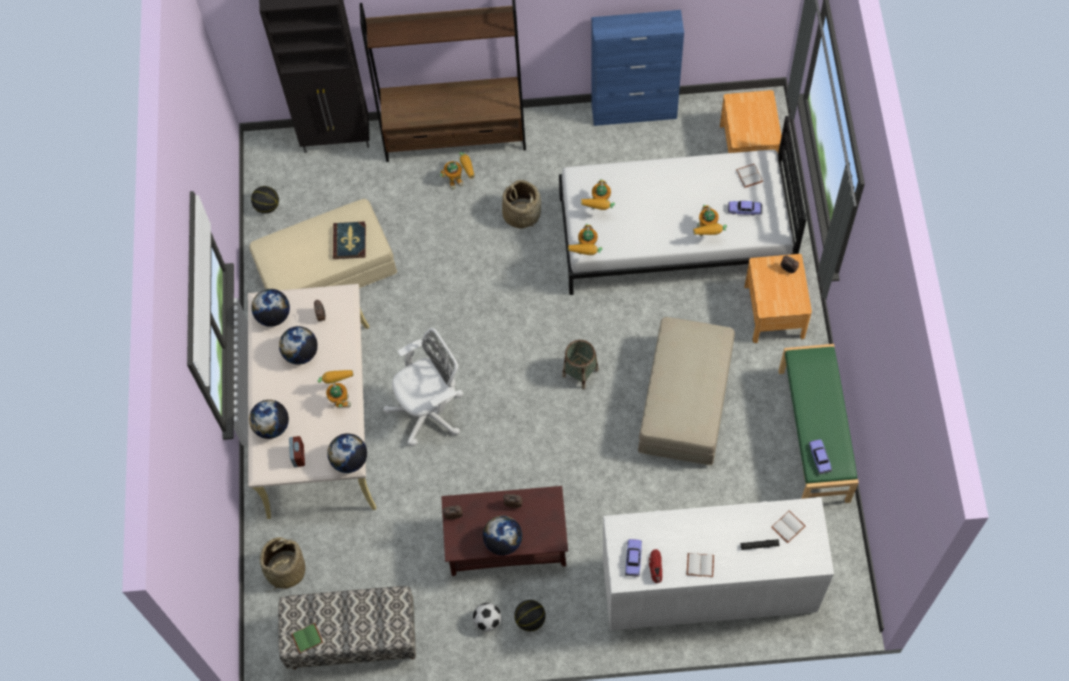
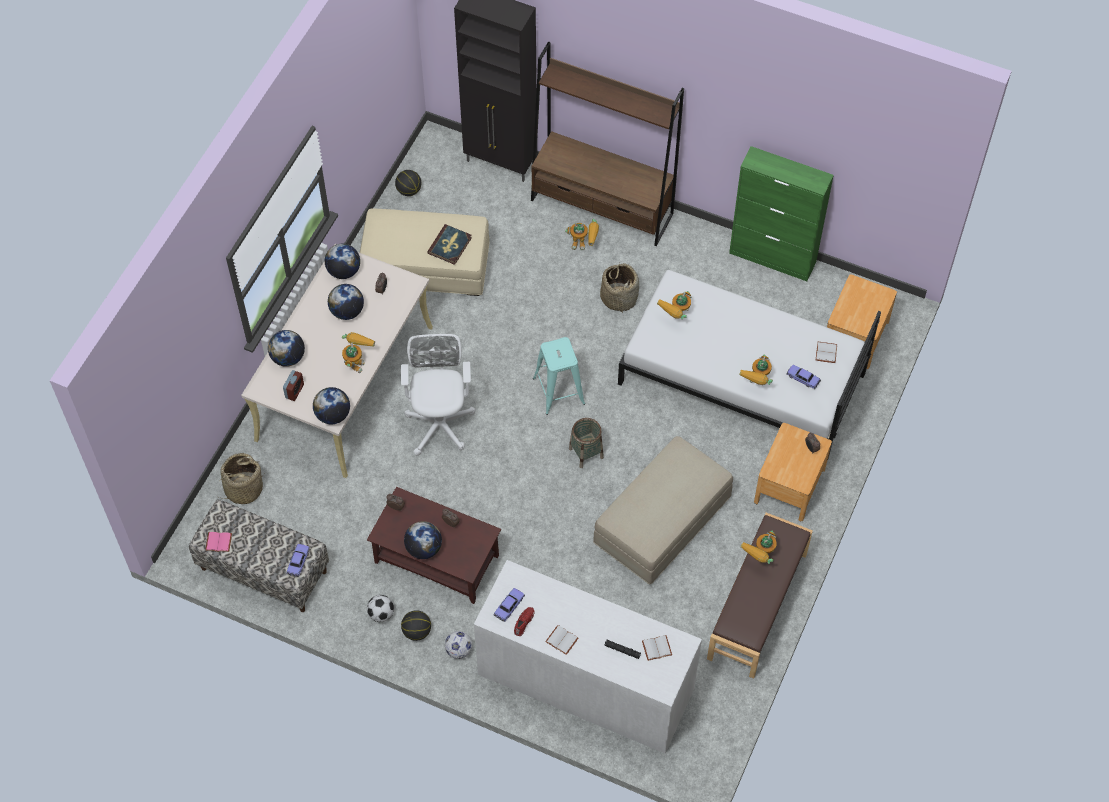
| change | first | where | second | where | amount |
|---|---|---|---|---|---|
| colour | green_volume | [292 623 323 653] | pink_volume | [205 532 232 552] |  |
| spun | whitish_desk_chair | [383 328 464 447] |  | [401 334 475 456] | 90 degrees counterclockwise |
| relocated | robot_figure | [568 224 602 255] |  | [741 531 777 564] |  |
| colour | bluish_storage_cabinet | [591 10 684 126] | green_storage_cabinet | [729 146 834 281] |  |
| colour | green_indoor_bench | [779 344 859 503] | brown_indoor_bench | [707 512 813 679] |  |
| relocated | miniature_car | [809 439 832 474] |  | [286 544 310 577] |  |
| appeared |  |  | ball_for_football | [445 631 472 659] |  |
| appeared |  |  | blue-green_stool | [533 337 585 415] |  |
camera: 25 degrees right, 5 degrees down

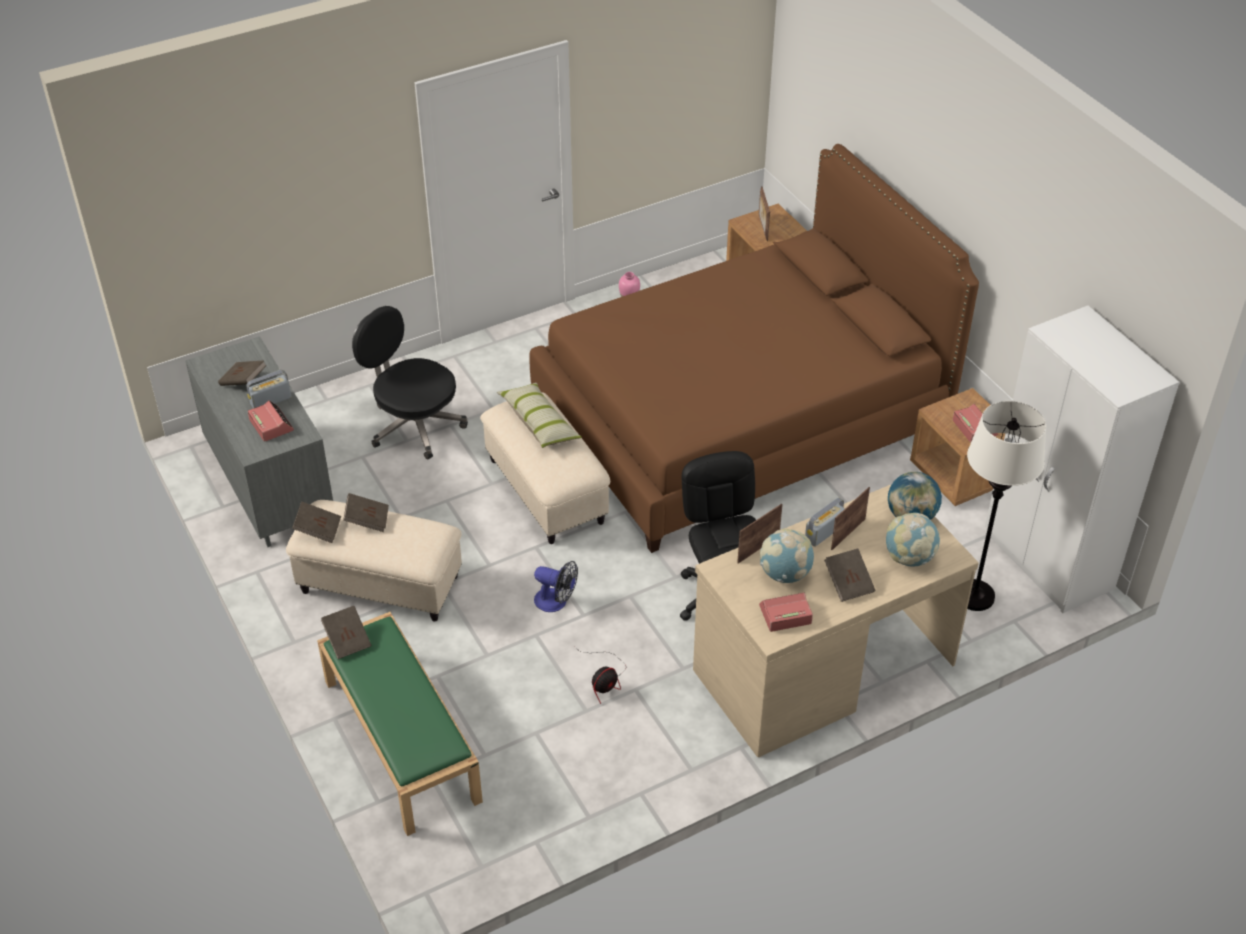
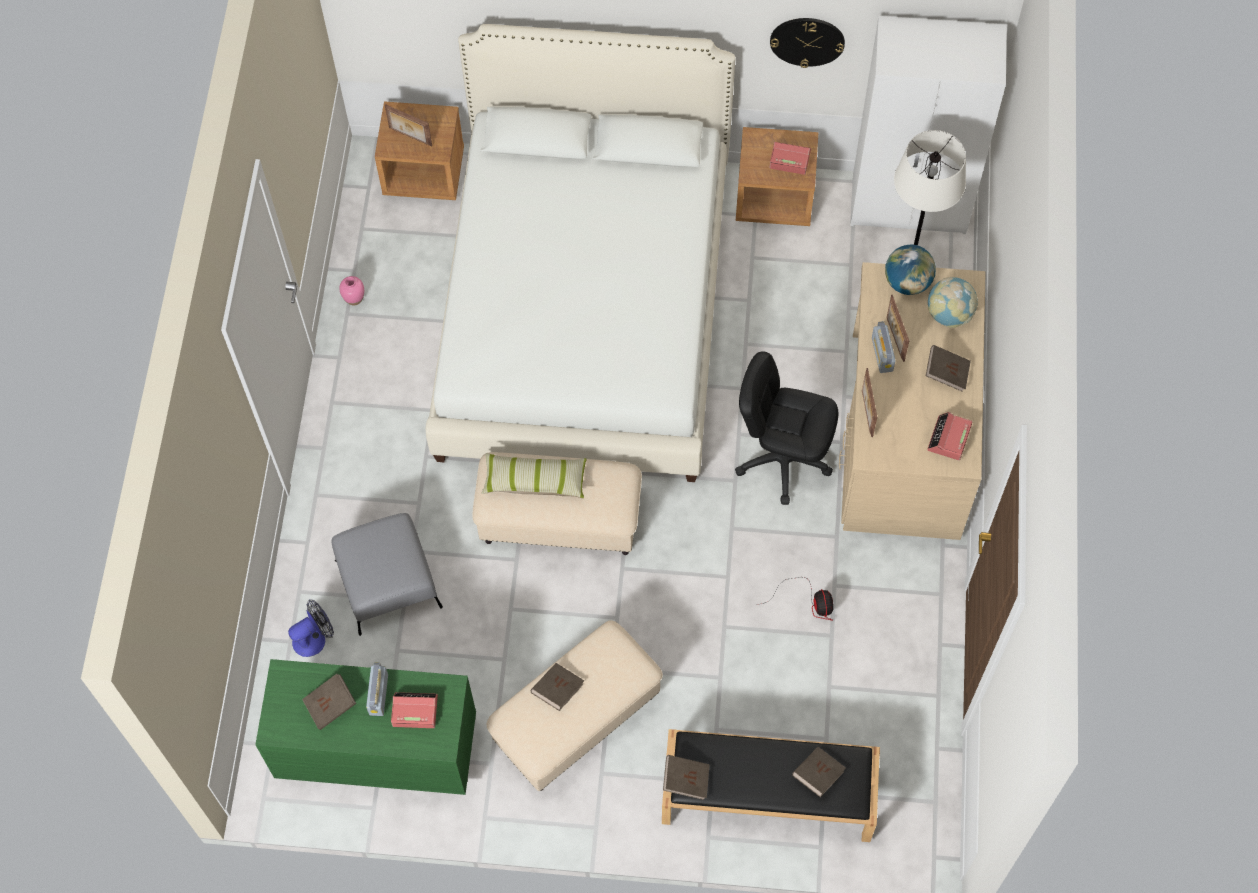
| change | first | where | second | where | amount |
|---|---|---|---|---|---|
| colour | greyish_chest_of_drawers | [185 336 333 547] | green_chest_of_drawers | [255 659 476 795] |  |
| relocated | brown_volume | [292 502 341 543] |  | [792 747 846 797] |  |
| colour | green_indoor_bench | [317 612 483 836] | blackish_indoor_bench | [662 729 880 842] |  |
| exchanged | blackish_desk_chair | [352 306 468 460] | greyish_footrest | [332 513 443 636] |  |
| colour | brown_bedroom_bed | [529 144 979 553] | whitish_bedroom_bed | [425 24 735 482] |  |
| relocated | electric_fan | [534 561 578 612] |  | [288 599 334 657] |  |
| missing | globe | [760 529 814 583] |  |  |  |
| appeared |  |  | hanging_clock | [770 18 845 68] |  |
camera: 55 degrees left, 20 degrees up

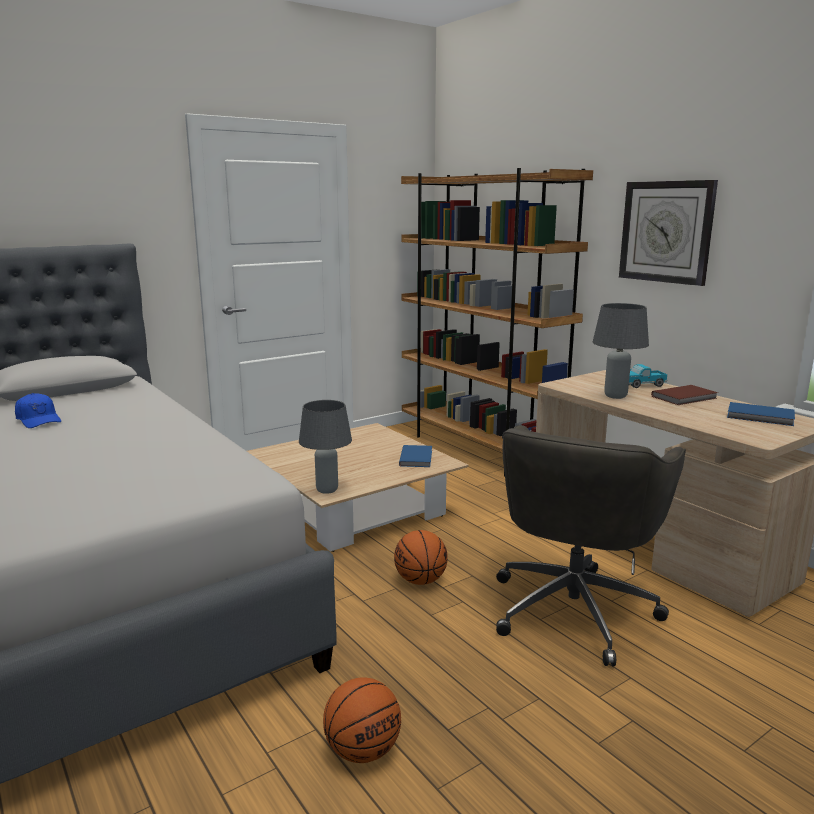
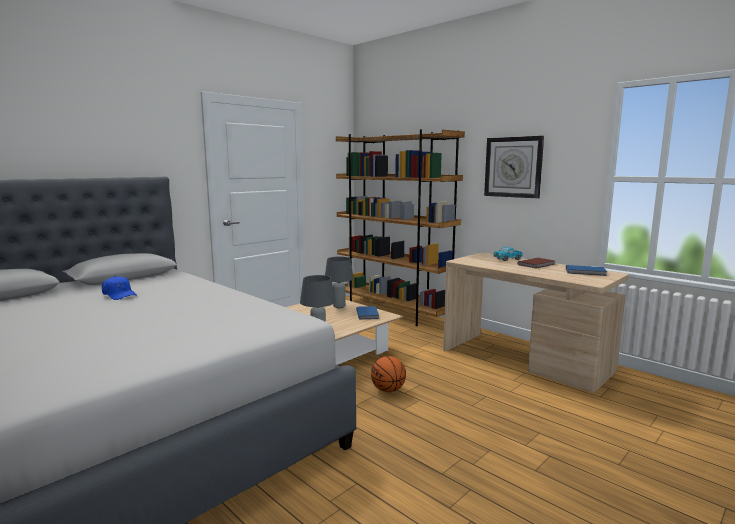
| change | first | where | second | where | amount |
|---|---|---|---|---|---|
| missing | ball_for_basketball | [323 677 401 763] |  |  |  |
| missing | greyish_desk_chair | [496 425 686 667] |  |  |  |
| relocated | greyish_lamp_for_a_table | [593 303 649 399] |  | [325 257 354 308] |  |
camera: 10 degrees left, 5 degrees down

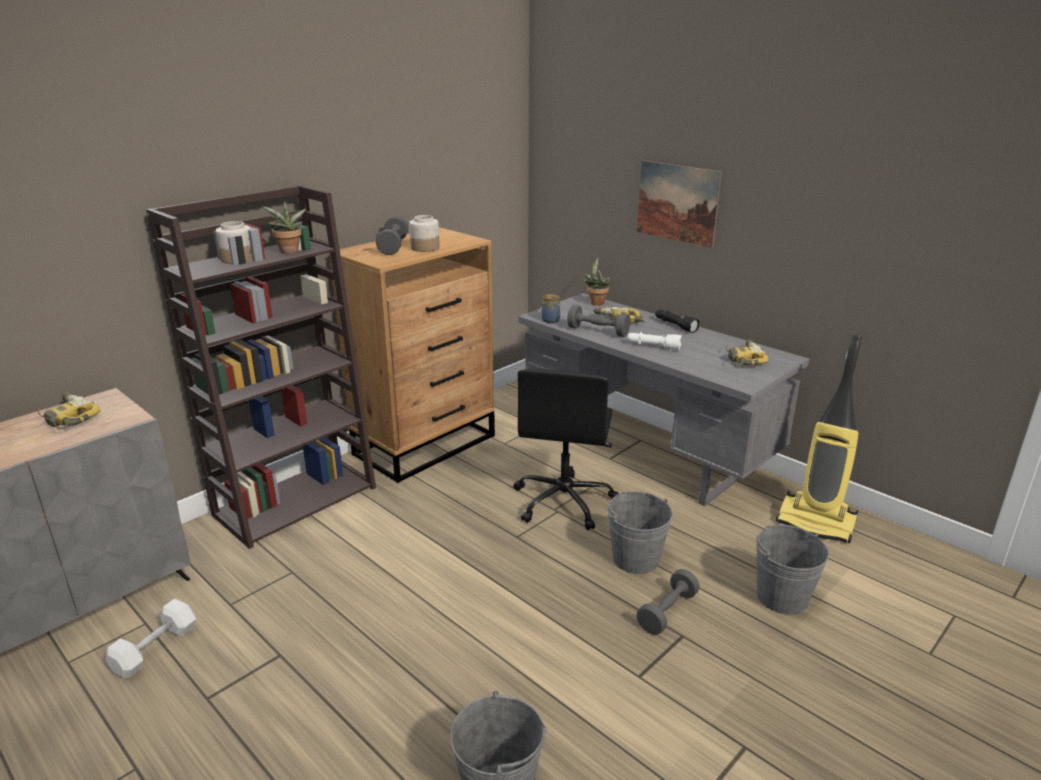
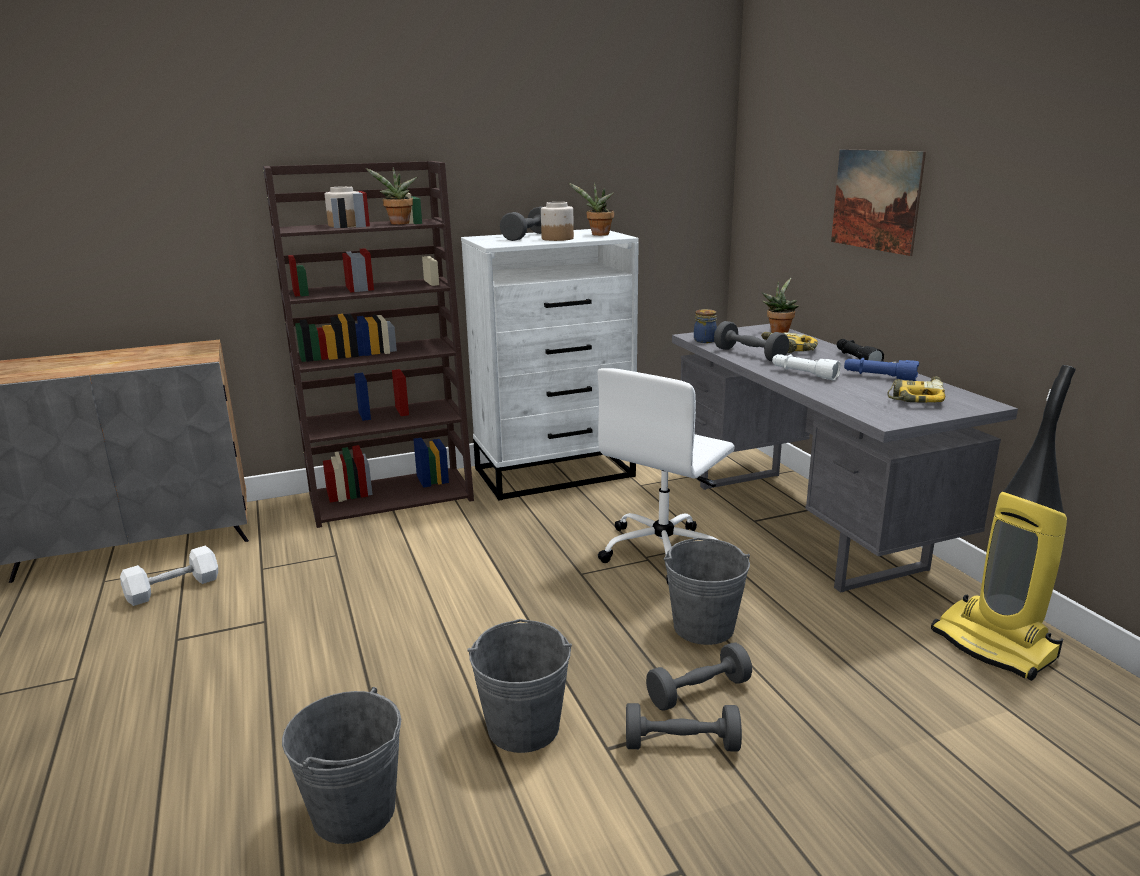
| change | first | where | second | where | amount |
|---|---|---|---|---|---|
| missing | electric_drill | [38 393 100 430] |  |  |  |
| colour | brown_chest_of_drawers | [329 227 495 483] | whitish_chest_of_drawers | [461 229 639 501] |  |
| colour | blackish_desk_chair | [513 369 620 530] | whitish_desk_chair | [597 368 735 584] |  |
| relocated | greyish_water_bucket | [756 525 829 615] |  | [467 619 572 753] |  |
| appeared |  |  | houseplant | [569 182 614 236] |  |
| appeared |  |  | greyish_dumbbell | [626 703 742 752] |  |
| appeared |  |  | bluish_torch | [844 358 919 381] |  |
camera: 25 degrees right, 5 degrees down

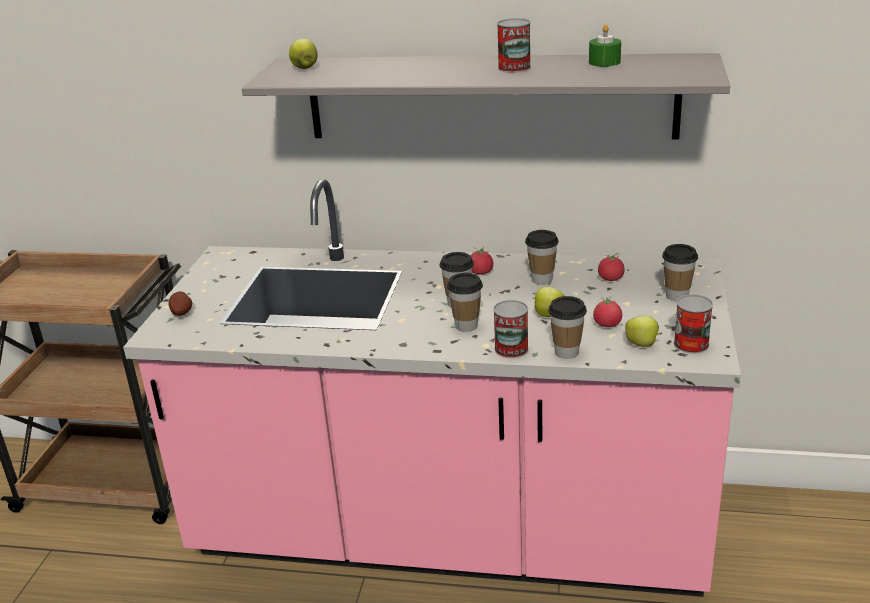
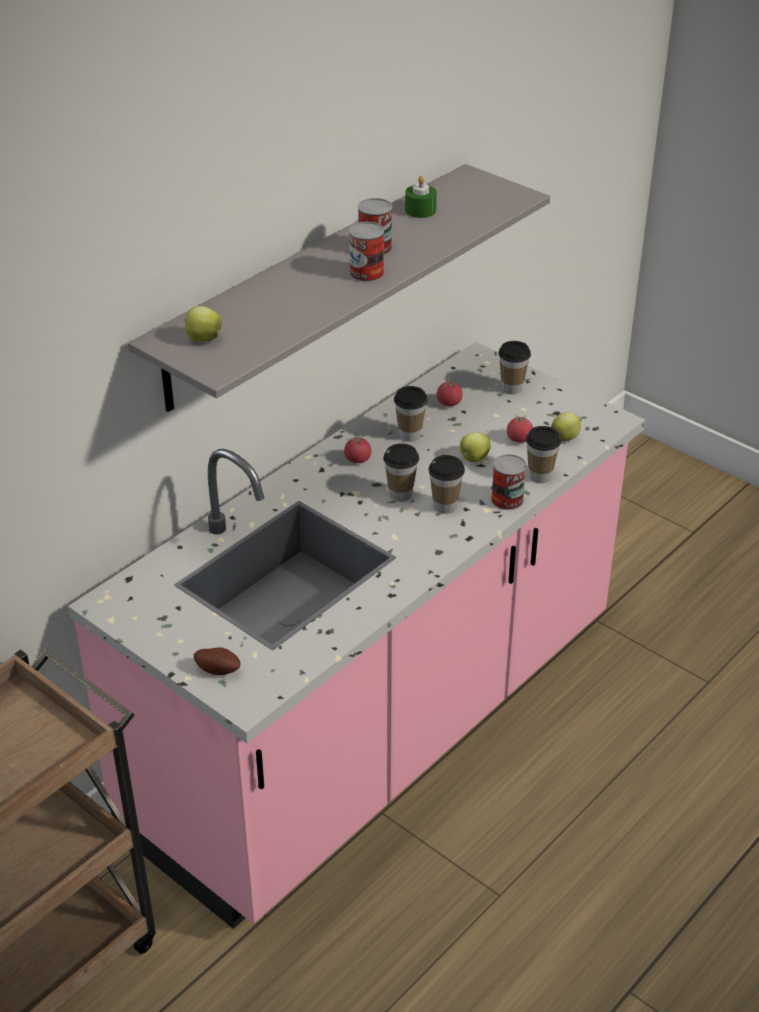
| change | first | where | second | where | amount |
|---|---|---|---|---|---|
| relocated | sealed_can | [674 294 713 353] |  | [349 222 384 282] |  |
camera: 60 degrees left, 10 degrees up

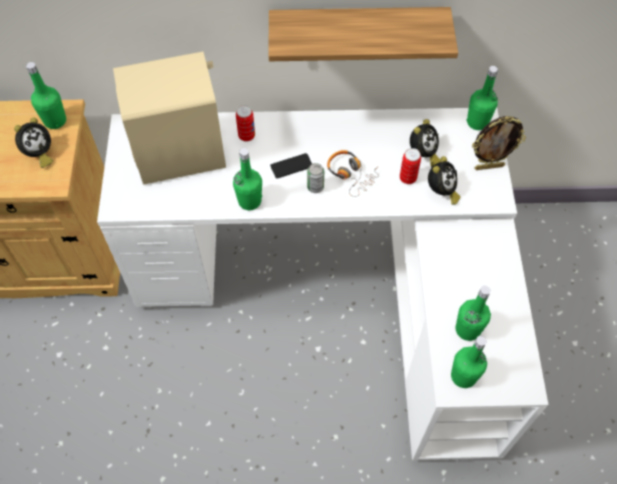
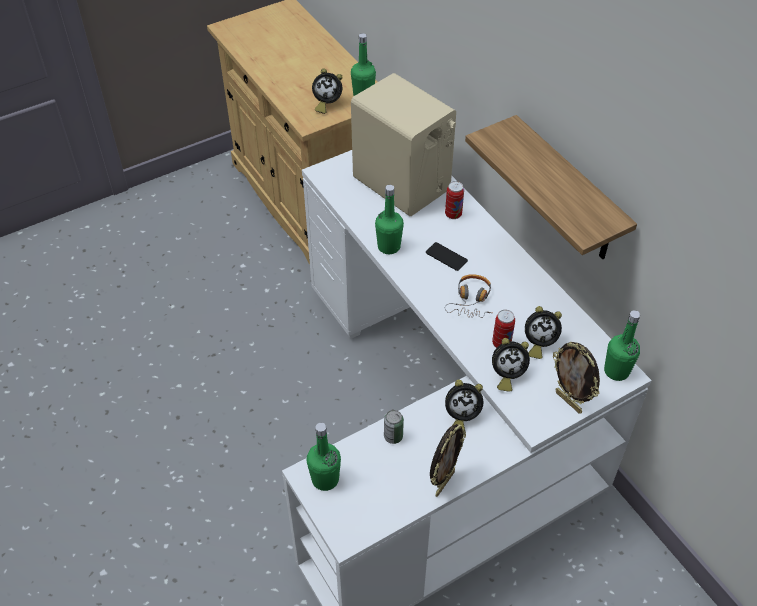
| change | first | where | second | where | amount |
|---|---|---|---|---|---|
| relocated | sealed_can | [307 163 324 193] |  | [384 410 404 444] |  |
| missing | green_beverage_bottle | [456 286 491 341] |  |  |  |
| appeared |  |  | picture_frame | [430 424 466 497] |  |
| appeared |  |  | bedside_clock | [445 380 483 431] |  |
camera: 60 degrees right, 10 degrees down

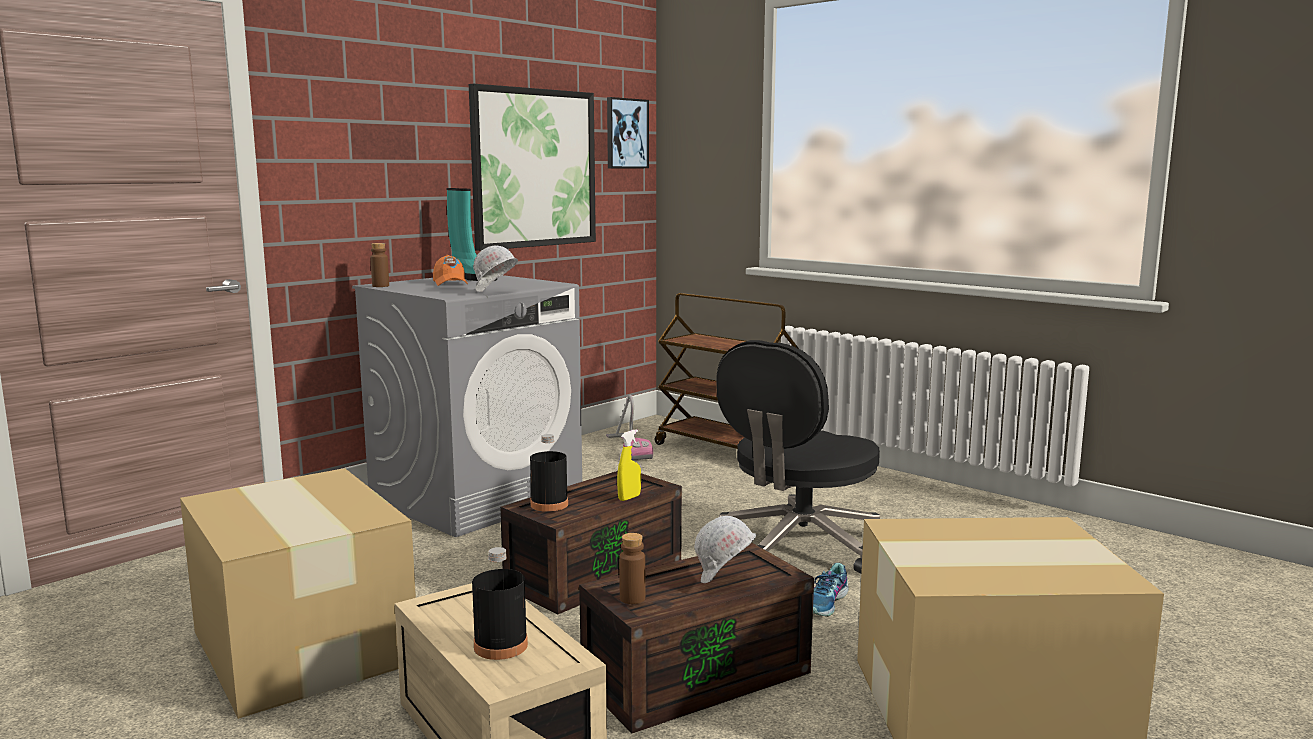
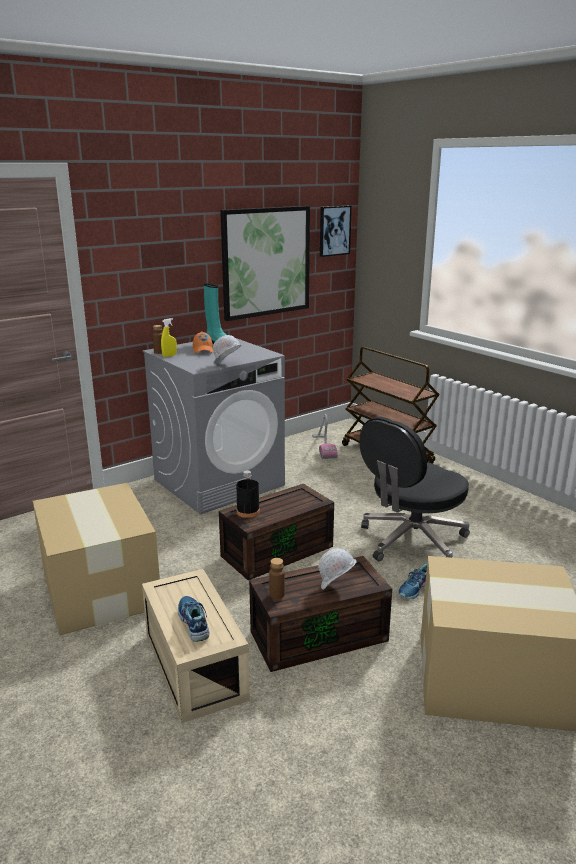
| change | first | where | second | where | amount |
|---|---|---|---|---|---|
| exchanged | blackish_beverage_bottle | [472 547 528 660] | low_shoe | [178 596 210 642] |  |
| relocated | yellow-coloured_sprayer | [617 429 641 501] |  | [161 318 177 357] |  |
camera: 10 degrees right, 10 degrees up

